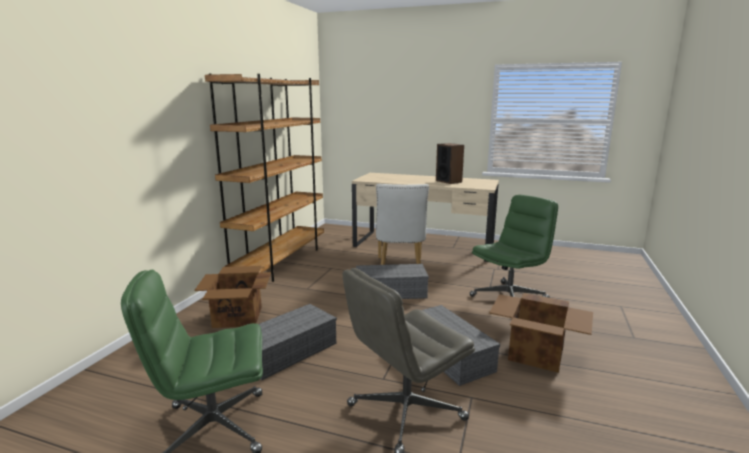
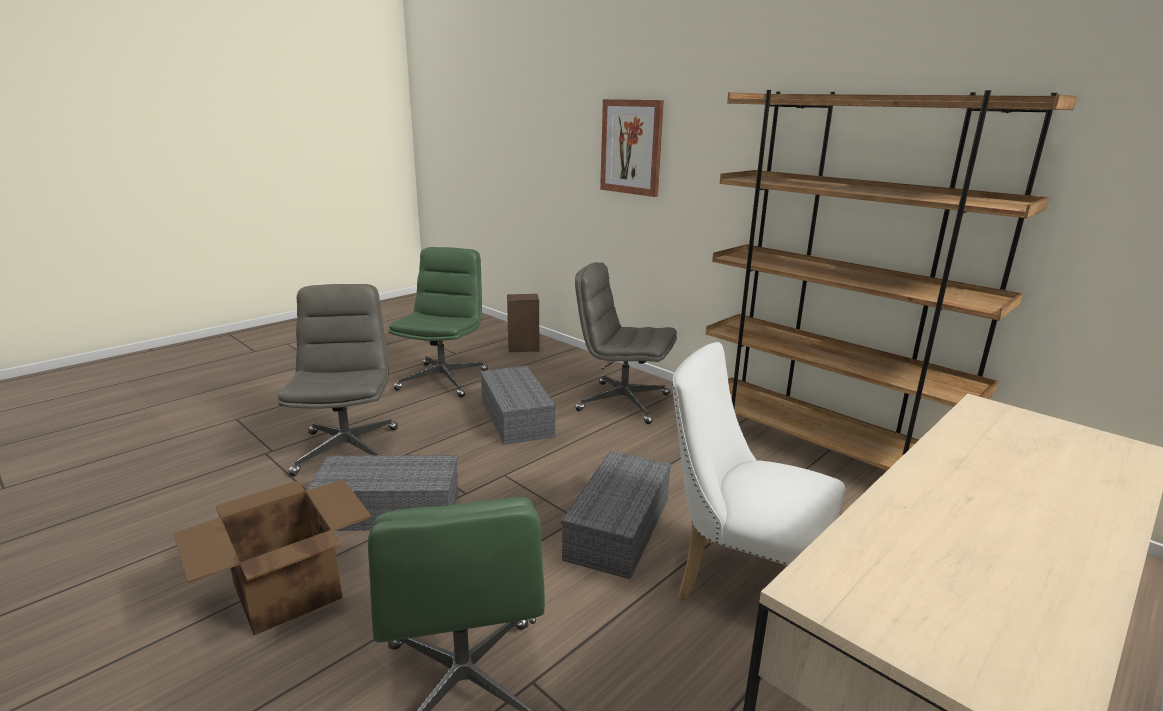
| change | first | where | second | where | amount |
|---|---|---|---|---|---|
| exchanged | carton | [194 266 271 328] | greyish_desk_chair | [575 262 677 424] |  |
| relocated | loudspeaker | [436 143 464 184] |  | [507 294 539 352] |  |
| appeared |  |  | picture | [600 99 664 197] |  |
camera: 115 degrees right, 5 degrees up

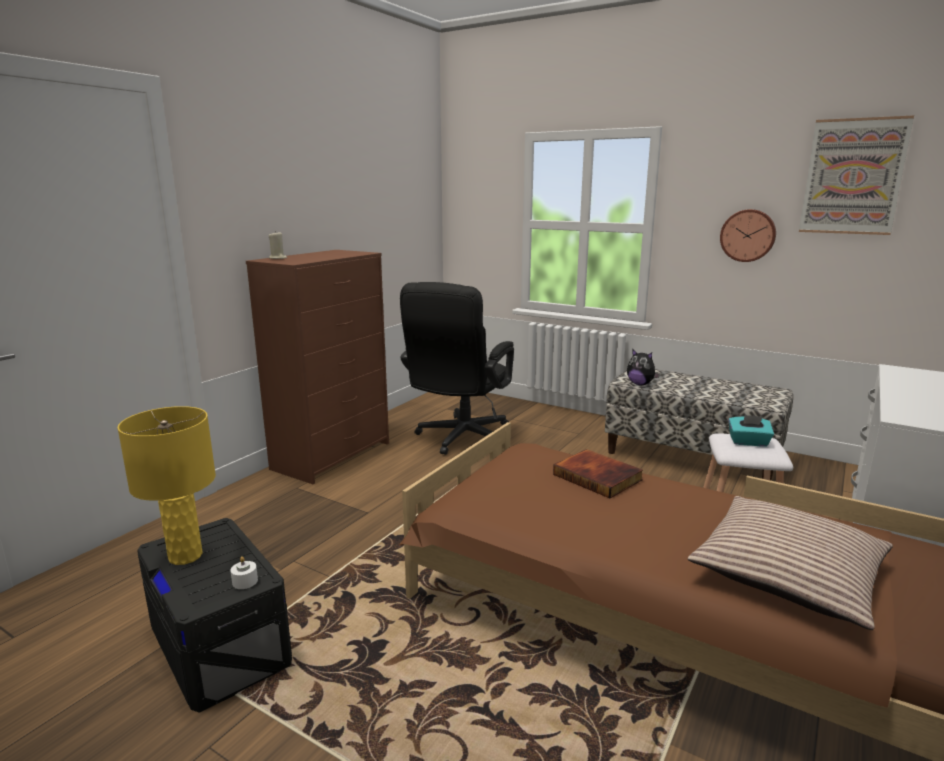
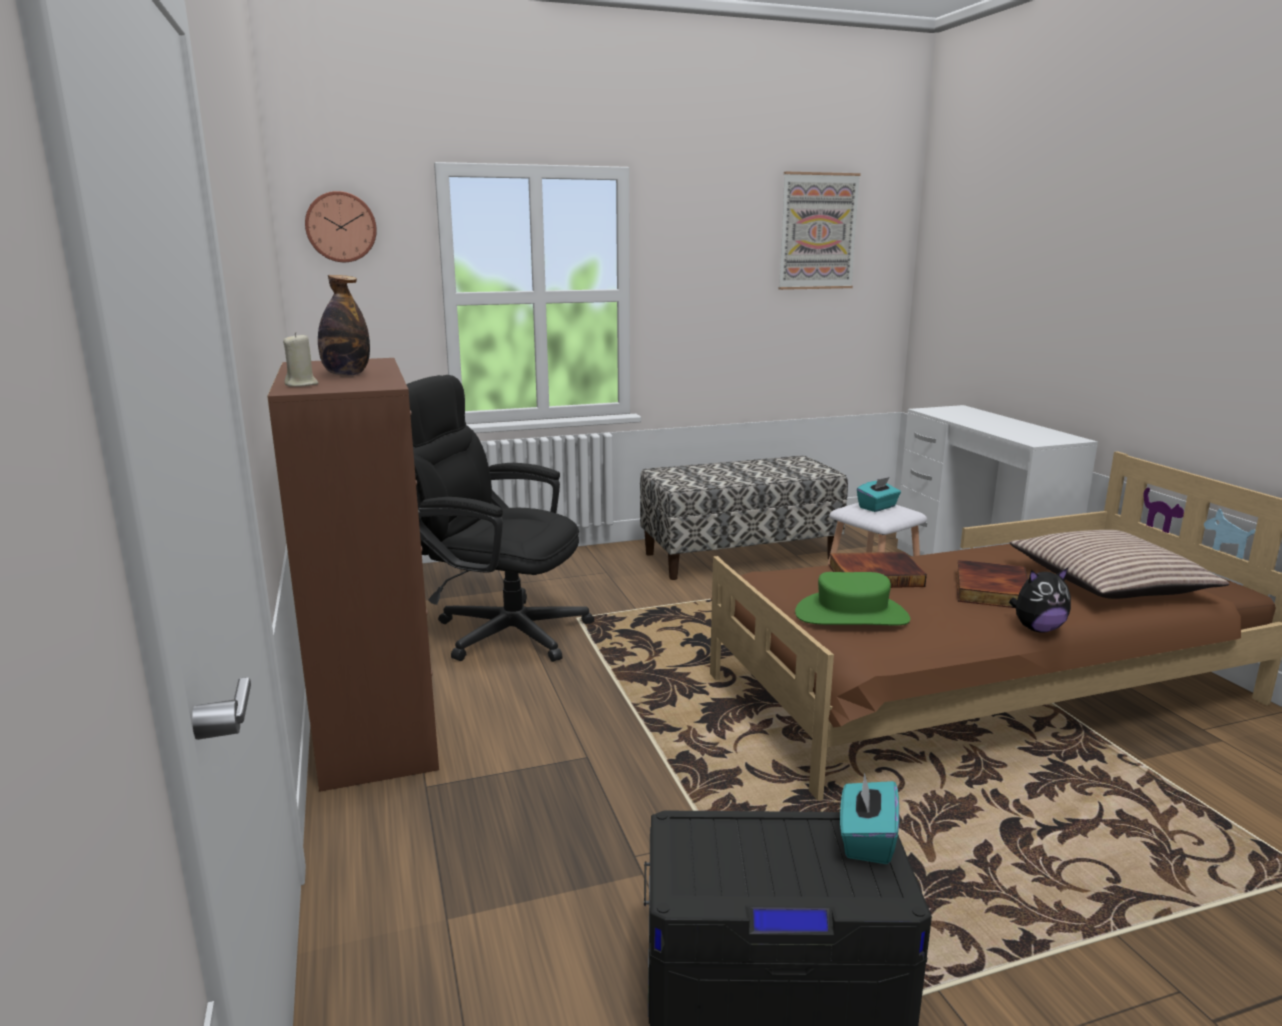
| change | first | where | second | where | amount |
|---|---|---|---|---|---|
| missing | yellow-coloured_lamp_for_a_table | [117 406 216 565] |  |  |  |
| exchanged | whitish_wax_light | [230 556 258 589] | blue-green_tissue_holder | [840 772 899 864] |  |
| spun | blackish_desk_chair | [400 282 514 455] |  | [406 375 594 662] | 135 degrees clockwise |
| relocated | cuddly_toy | [627 350 660 385] |  | [1009 568 1071 632] |  |
| relocated | hanging_clock | [720 209 776 262] |  | [305 191 377 262] |  |
| appeared |  |  | beverage_bottle | [318 275 370 376] |  |
| appeared |  |  | green_clothing_hat | [795 572 910 625] |  |
| appeared |  |  | volume | [956 560 1028 608] |  |
camera: 50 degrees left, 0 degrees up

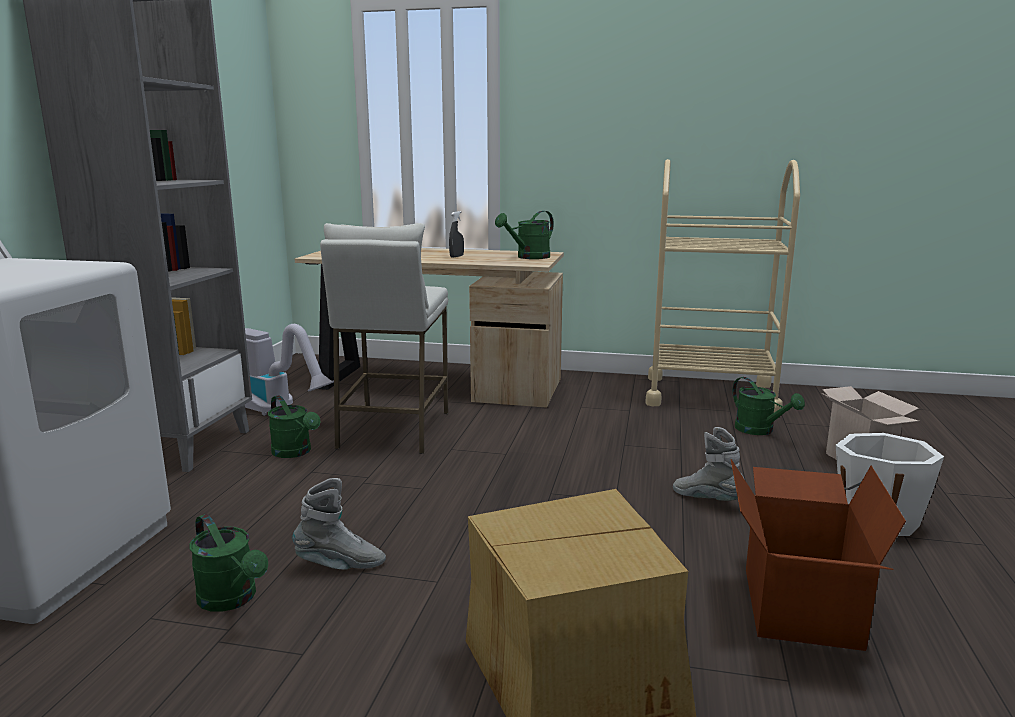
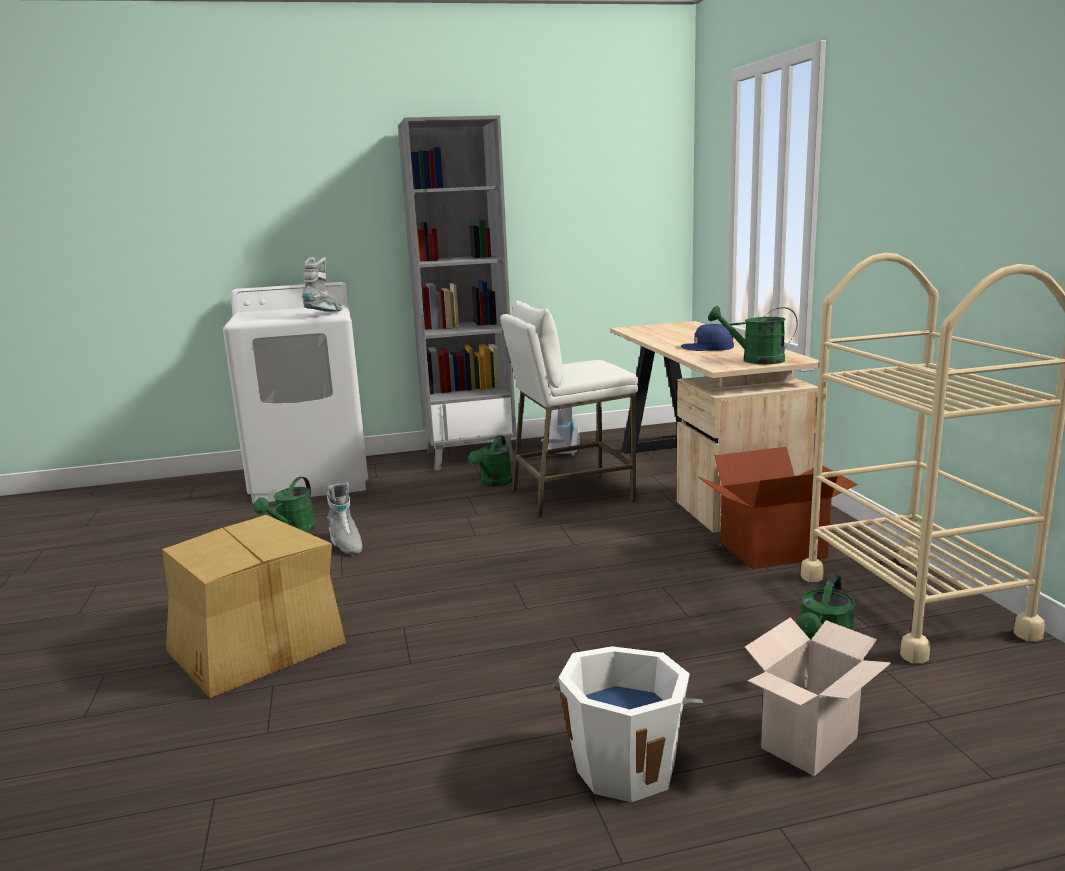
| change | first | where | second | where | amount |
|---|---|---|---|---|---|
| exchanged | greyish_sprayer | [449 211 464 258] | bluish_cap | [681 324 734 351] |  |
| relocated | greyish_high-top_boot | [673 427 744 501] |  | [302 257 342 312] |  |
| relocated | carton | [731 459 906 651] |  | [698 447 858 570] |  |
camera: 65 degrees right, 0 degrees up

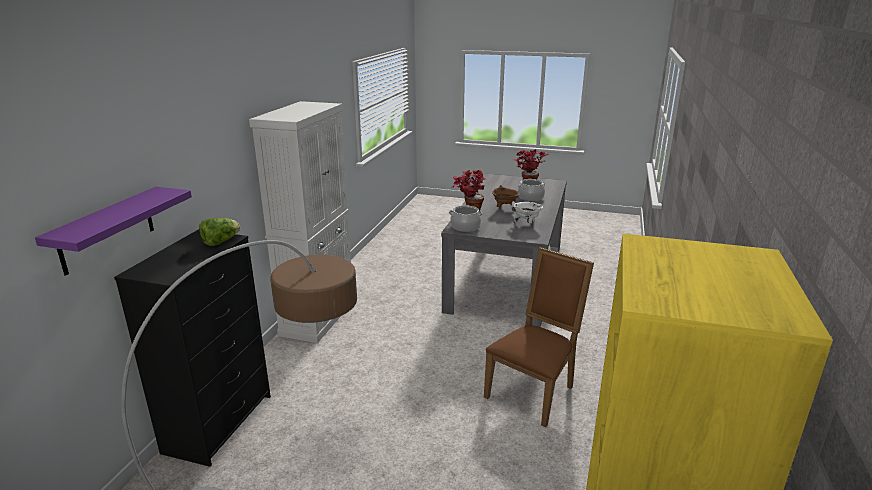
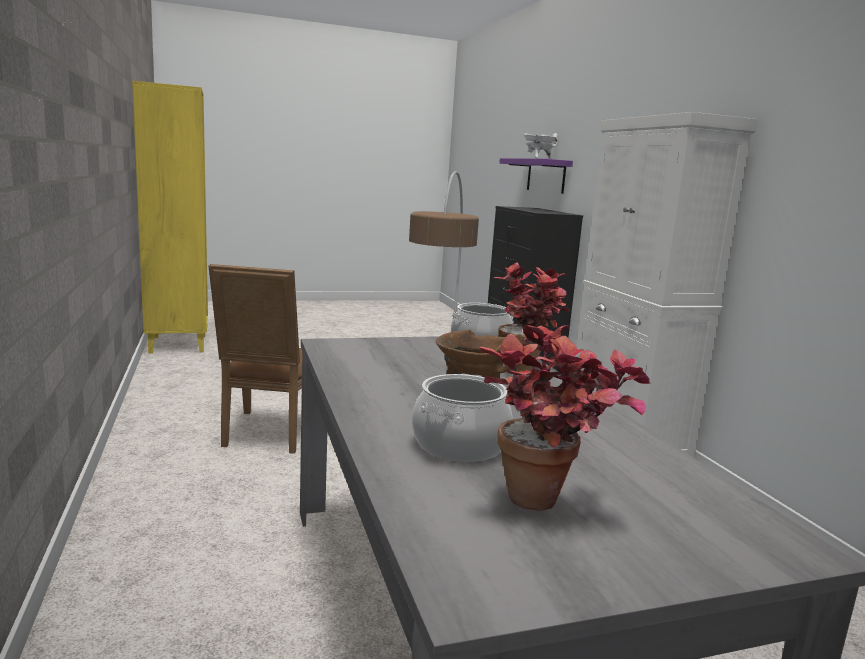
| change | first | where | second | where | amount |
|---|---|---|---|---|---|
| missing | lettuce_head | [199 218 240 246] |  |  |  |
| relocated | whitish_stockpot | [510 202 543 223] |  | [524 133 558 159] |  |
camera: 145 degrees right, 10 degrees down

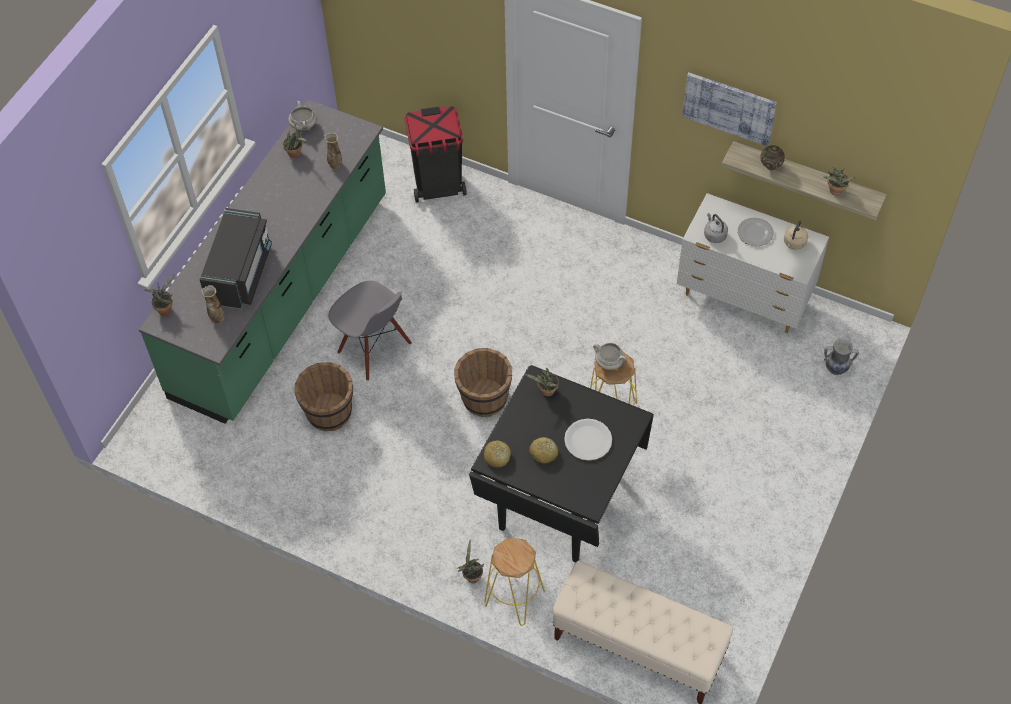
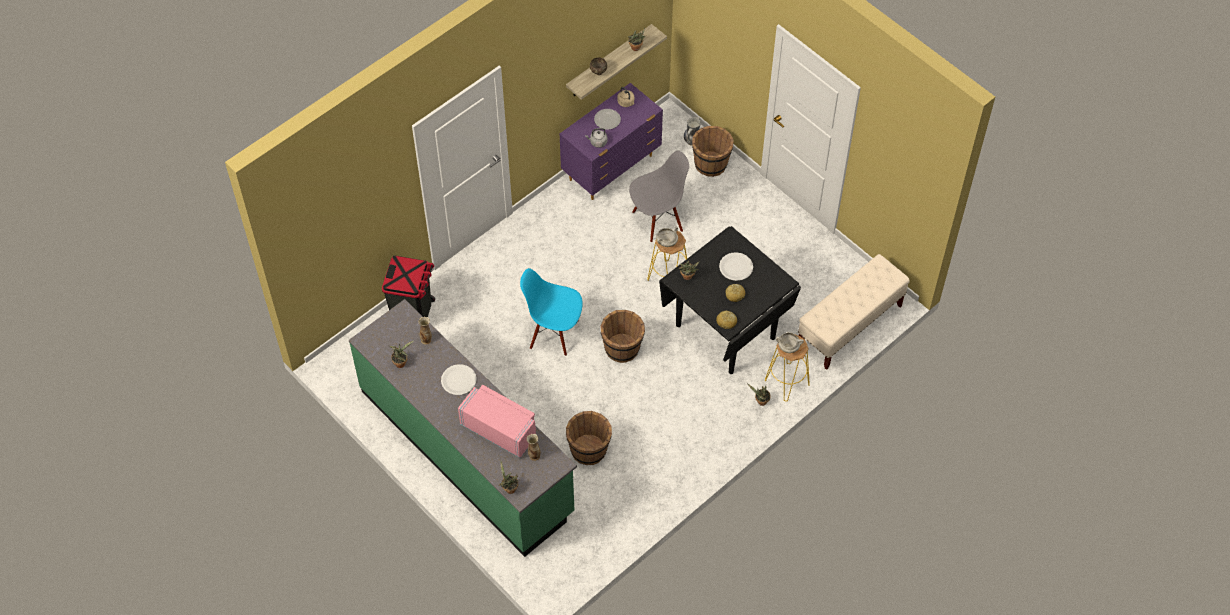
| change | first | where | second | where | amount |
|---|---|---|---|---|---|
| colour | blackish_microwave_oven | [200 208 272 309] | pink_microwave_oven | [458 385 536 458] |  |
| relocated | whitish_stockpot | [288 101 317 131] |  | [776 332 804 353] |  |
| relocated | greyish_upright_chair | [328 281 412 381] |  | [629 151 689 242] |  |
| colour | whitish_chest_of_drawers | [677 193 829 333] | purple-coloured_chest_of_drawers | [560 83 663 200] |  |
| missing | picture | [682 73 777 146] |  |  |  |
| appeared |  |  | whitish_flat_dish | [441 364 477 395] |  |
| appeared |  |  | bluish_upright_chair | [520 268 583 356] |  |
| appeared |  |  | brown_water_bucket | [692 126 733 177] |  |
camera: 70 degrees left, 0 degrees up

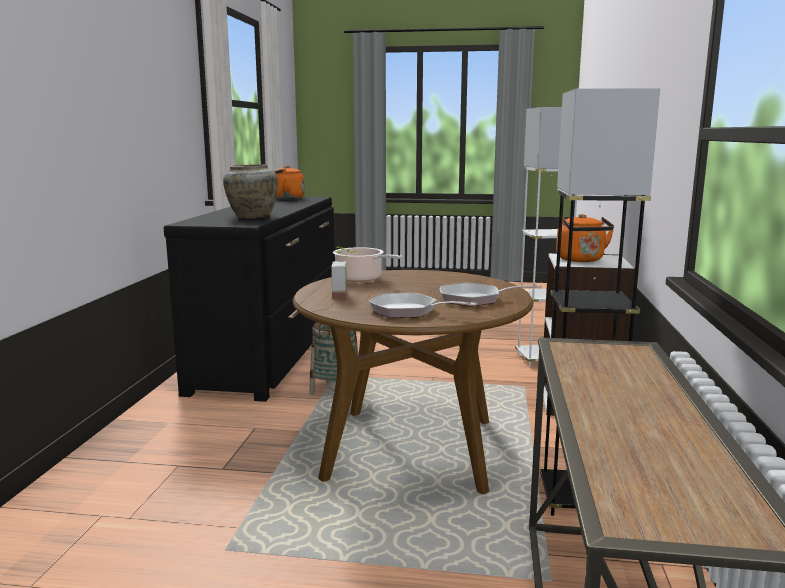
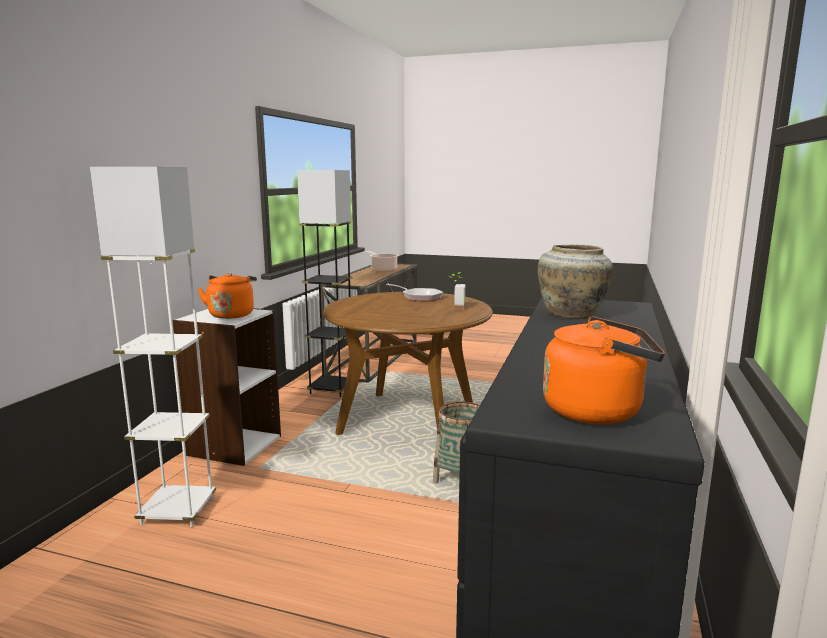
| change | first | where | second | where | amount |
|---|---|---|---|---|---|
| relocated | stockpot | [333 247 403 282] |  | [366 251 399 272] |  |
| missing | pan | [440 282 542 306] |  |  |  |
camera: 170 degrees left, 0 degrees up

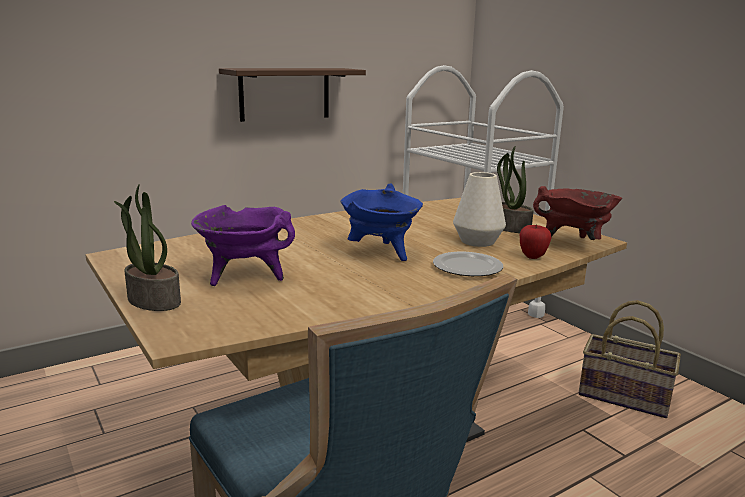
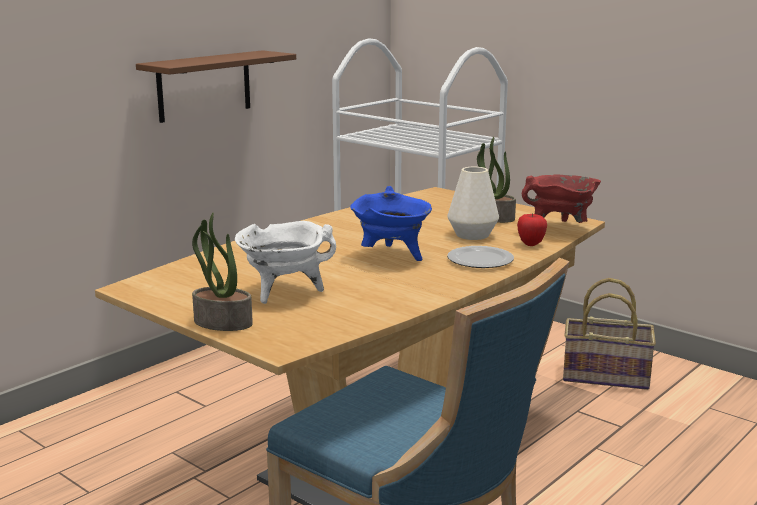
| change | first | where | second | where | amount |
|---|---|---|---|---|---|
| colour | purple-coloured_stockpot | [191 205 295 286] | whitish_stockpot | [235 221 336 304] |  |
camera: 15 degrees left, 0 degrees up

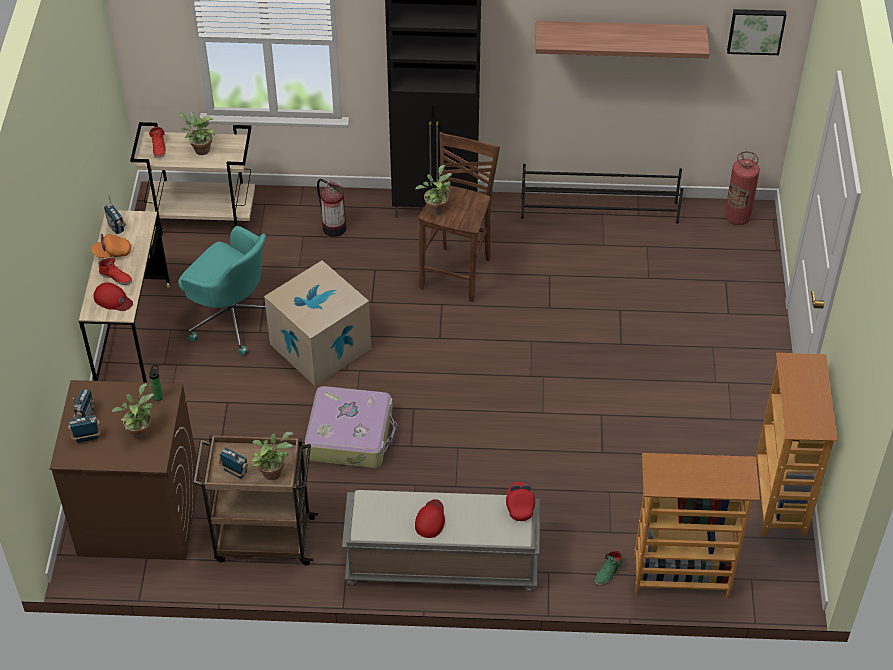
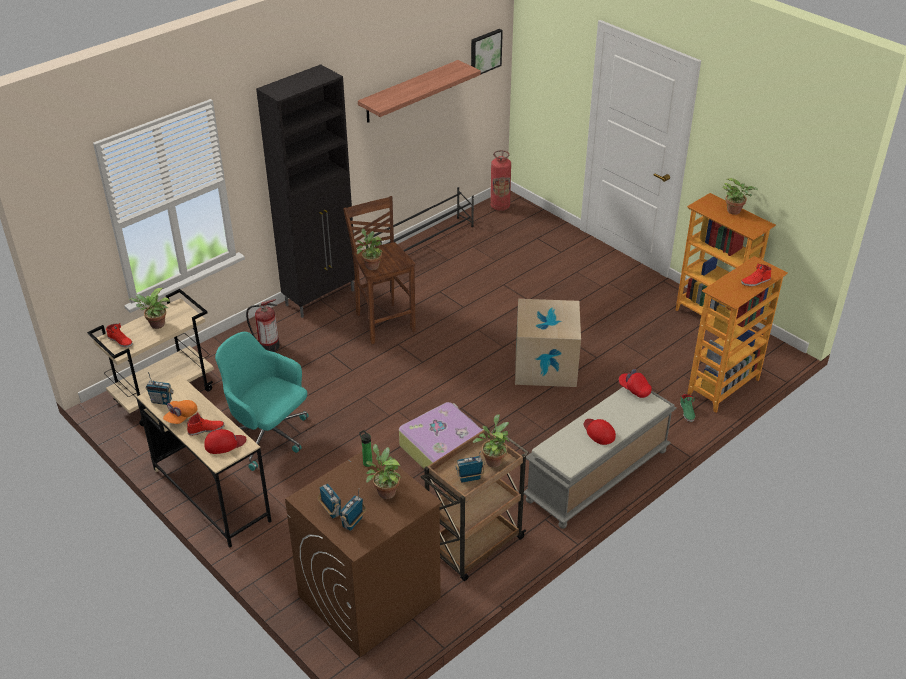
| change | first | where | second | where | amount |
|---|---|---|---|---|---|
| spun | blue-green_desk_chair | [178 226 266 356] |  | [215 332 309 471] | 135 degrees counterclockwise |
| relocated | carton | [264 260 371 386] |  | [515 299 581 387] |  |
| appeared |  |  | houseplant | [723 178 758 215] |  |
| appeared |  |  | red-coloured_low_shoe | [741 264 772 286] |  |
camera: 45 degrees left, 10 degrees down

